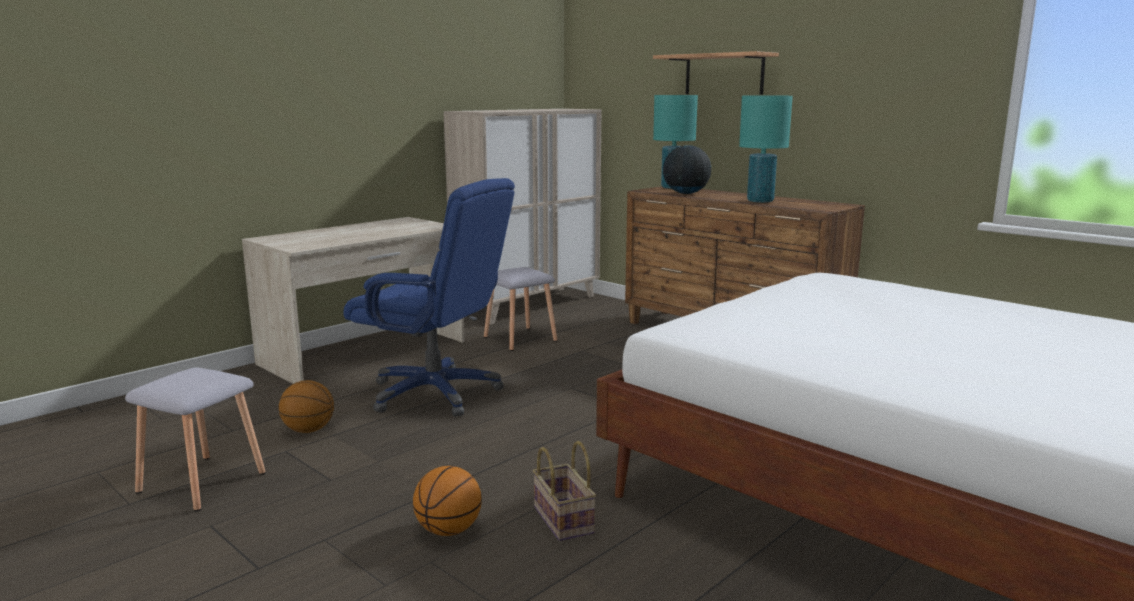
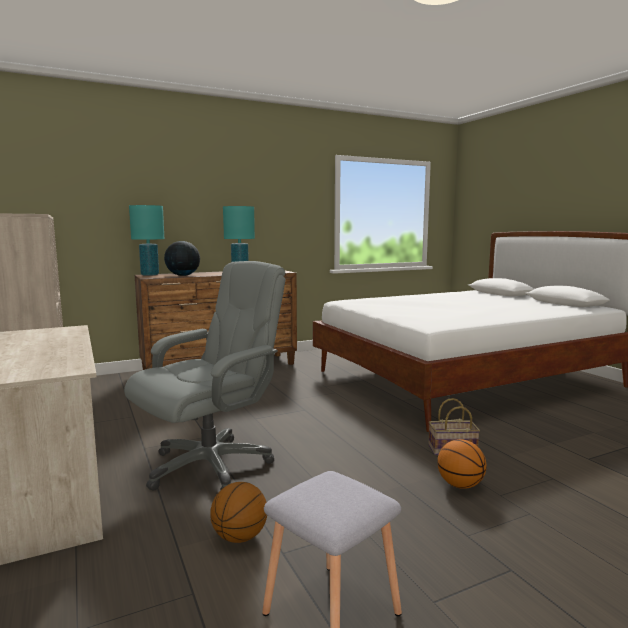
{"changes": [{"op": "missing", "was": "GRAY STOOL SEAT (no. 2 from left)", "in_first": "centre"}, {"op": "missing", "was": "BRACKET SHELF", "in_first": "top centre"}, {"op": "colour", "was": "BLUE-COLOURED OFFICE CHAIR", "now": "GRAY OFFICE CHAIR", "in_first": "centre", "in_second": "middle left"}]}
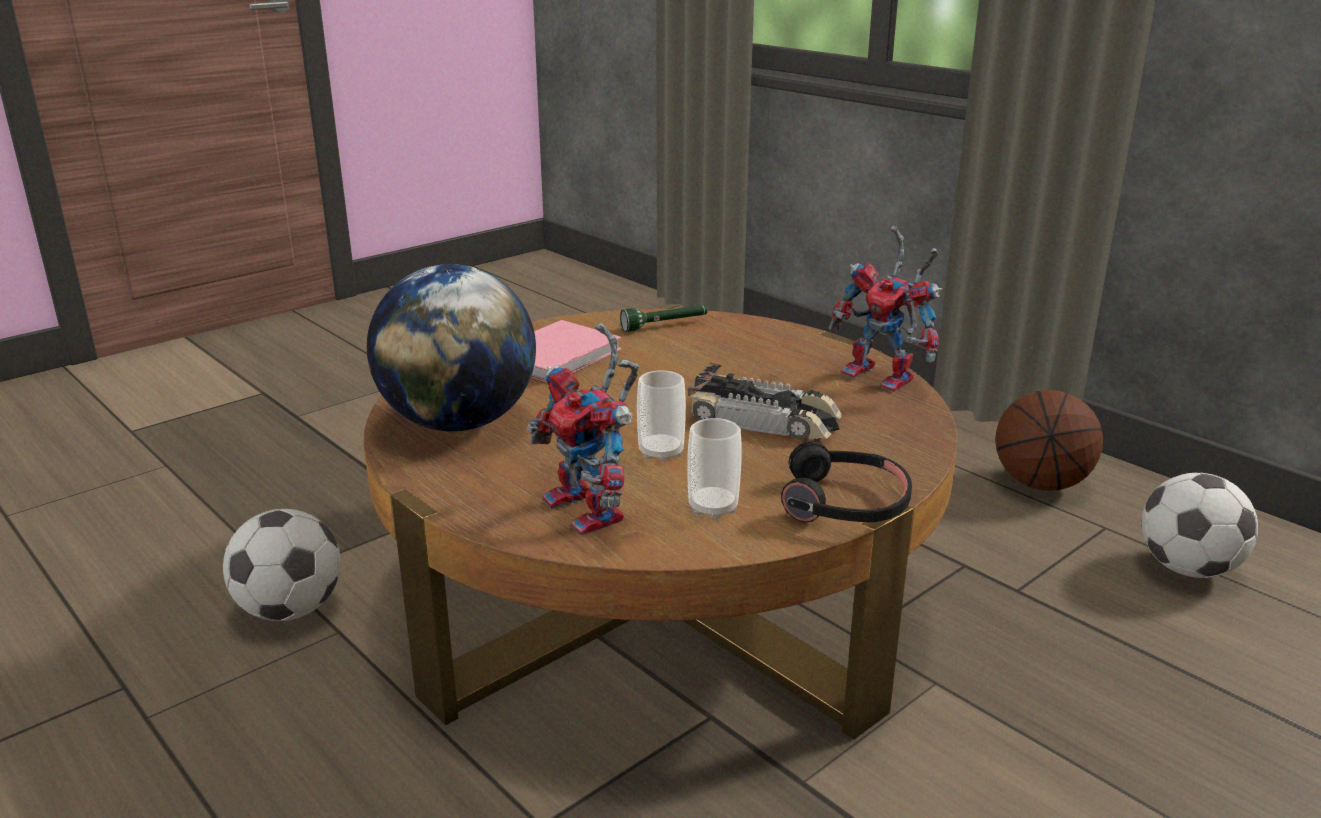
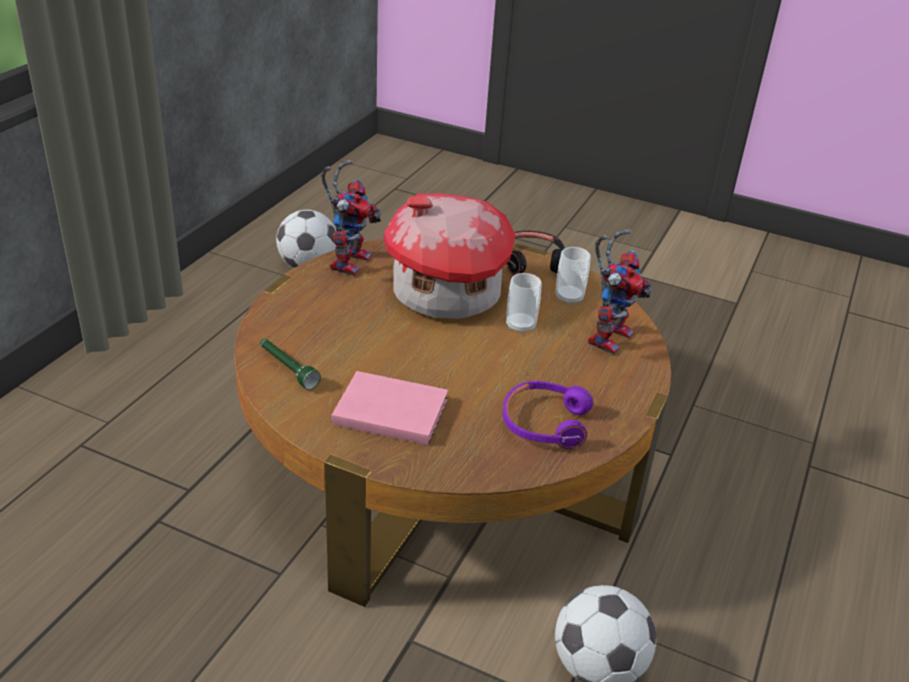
{"changes": [{"op": "missing", "was": "BASKETBALL BALL", "in_first": "middle right"}, {"op": "exchanged", "was": "GLOBE", "now": "PURPLISH PAIR OF HEADPHONES", "in_first": "centre", "in_second": "centre"}, {"op": "exchanged", "was": "TOY CAR", "now": "TOY HOUSE", "in_first": "centre", "in_second": "centre"}]}
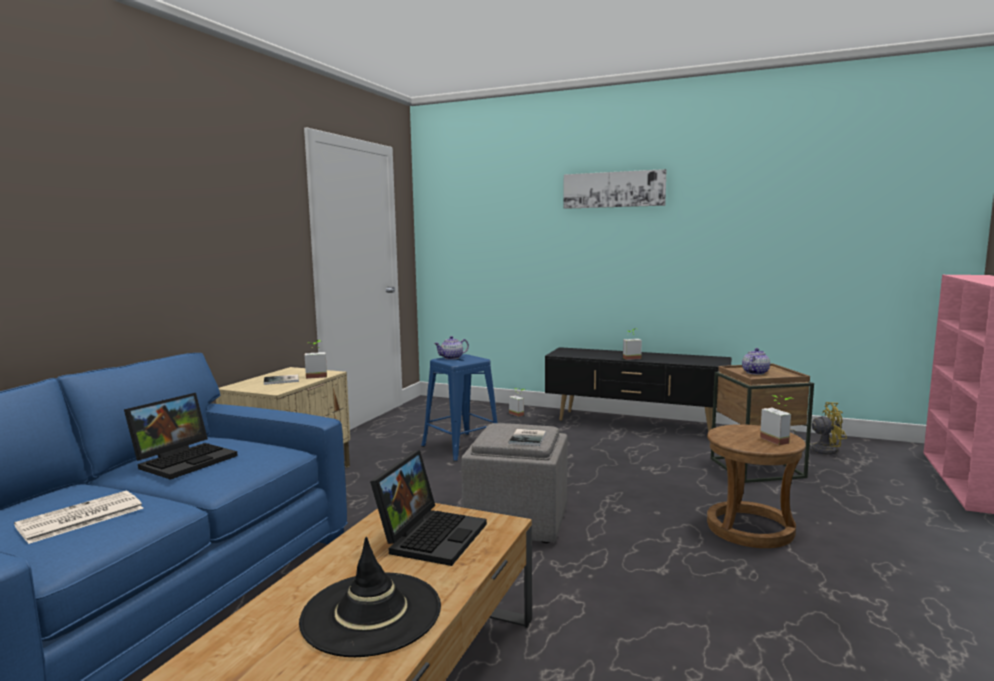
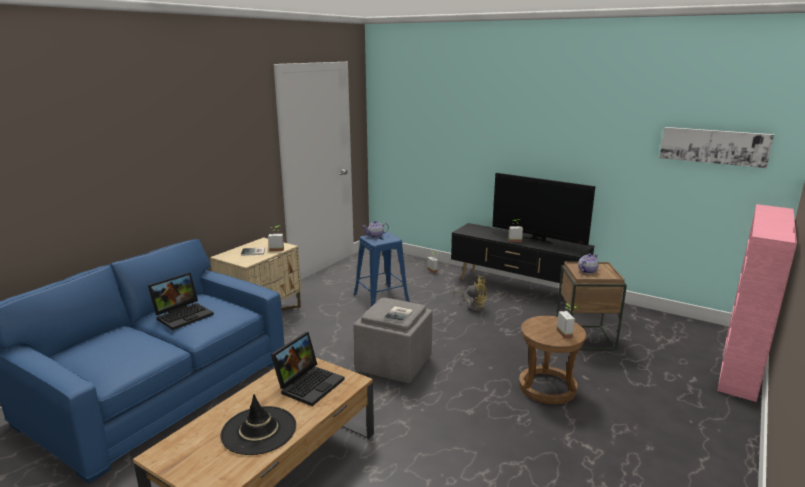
{"changes": [{"op": "missing", "was": "PRINTED PAPER", "in_first": "bottom left"}, {"op": "appeared", "now": "TELEVISION", "in_second": "middle right"}, {"op": "relocated", "was": "PICTURE", "in_first": "top centre", "in_second": "top right"}, {"op": "relocated", "was": "YELLOW-COLOURED FAN", "in_first": "middle right", "in_second": "centre"}]}
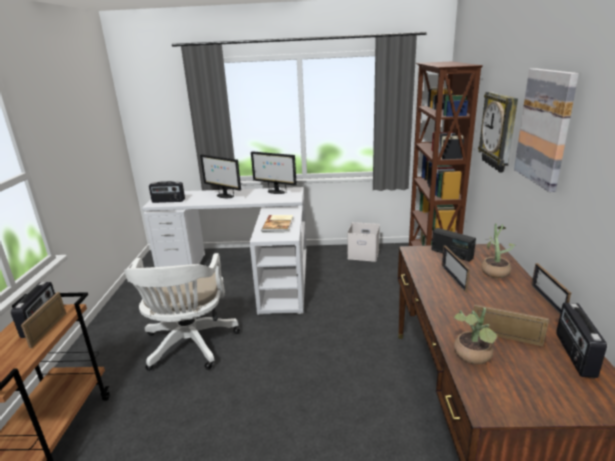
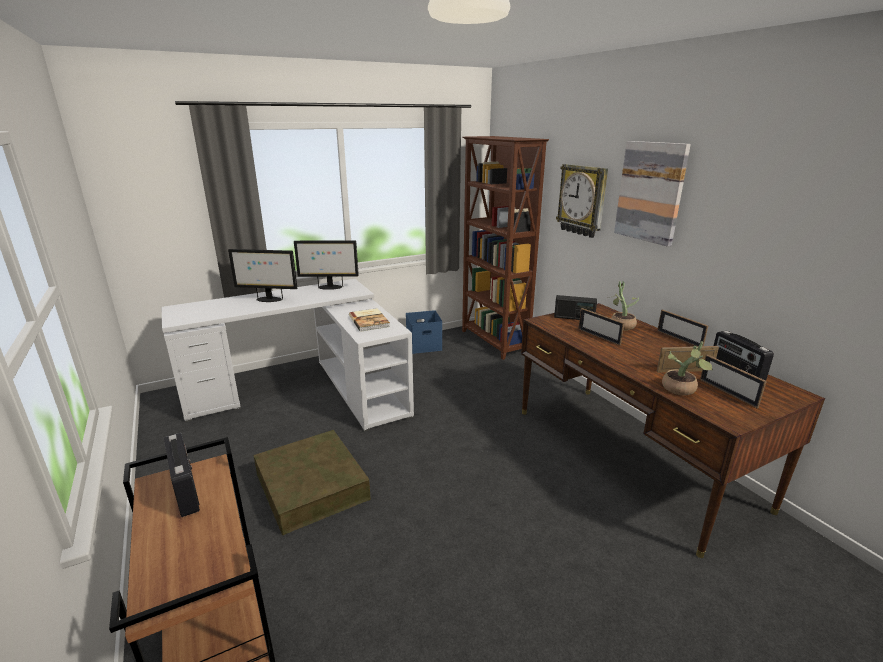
{"changes": [{"op": "missing", "was": "RADIO RECEIVER (no. 2 from left)", "in_first": "middle left"}, {"op": "relocated", "was": "PICTURE FRAME (no. 1 from left in the first image)", "now": "PICTURE FRAME (no. 4 from left)", "in_first": "bottom left", "in_second": "middle right"}, {"op": "exchanged", "was": "WHITISH OFFICE CHAIR", "now": "BROWN-COLOURED STORAGE CONTAINER", "in_first": "bottom left", "in_second": "bottom centre"}, {"op": "colour", "was": "WHITISH STORAGE CONTAINER", "now": "BLUE-COLOURED STORAGE CONTAINER", "in_first": "centre", "in_second": "centre"}]}
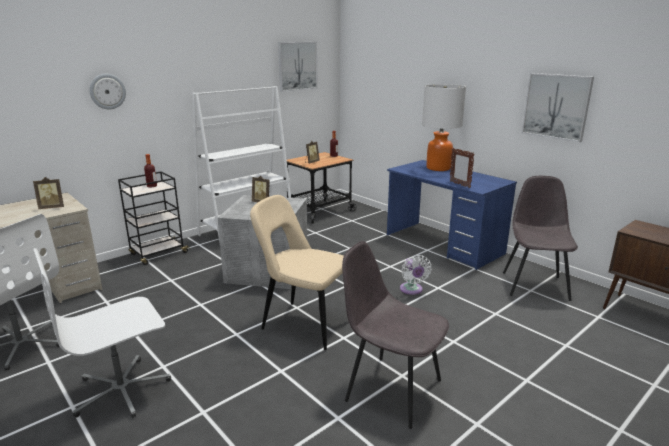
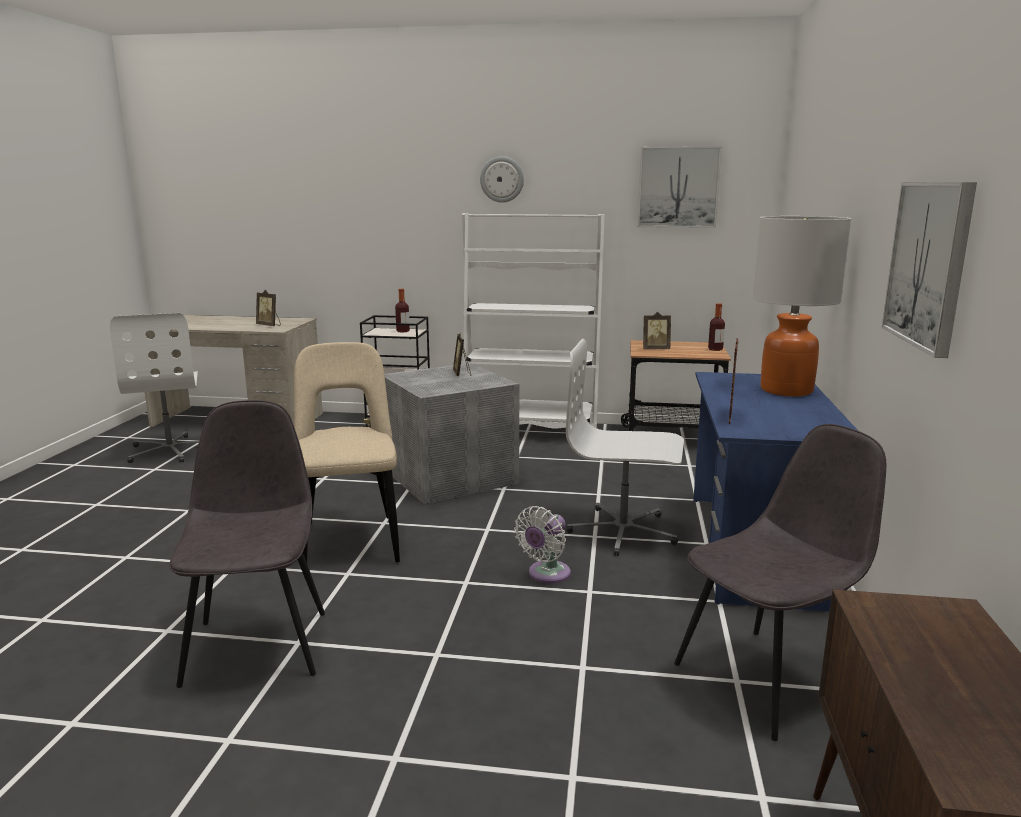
{"changes": [{"op": "relocated", "was": "WHITISH OFFICE CHAIR (no. 2 from left)", "in_first": "bottom left", "in_second": "centre"}, {"op": "relocated", "was": "WALL CLOCK", "in_first": "top left", "in_second": "top centre"}]}
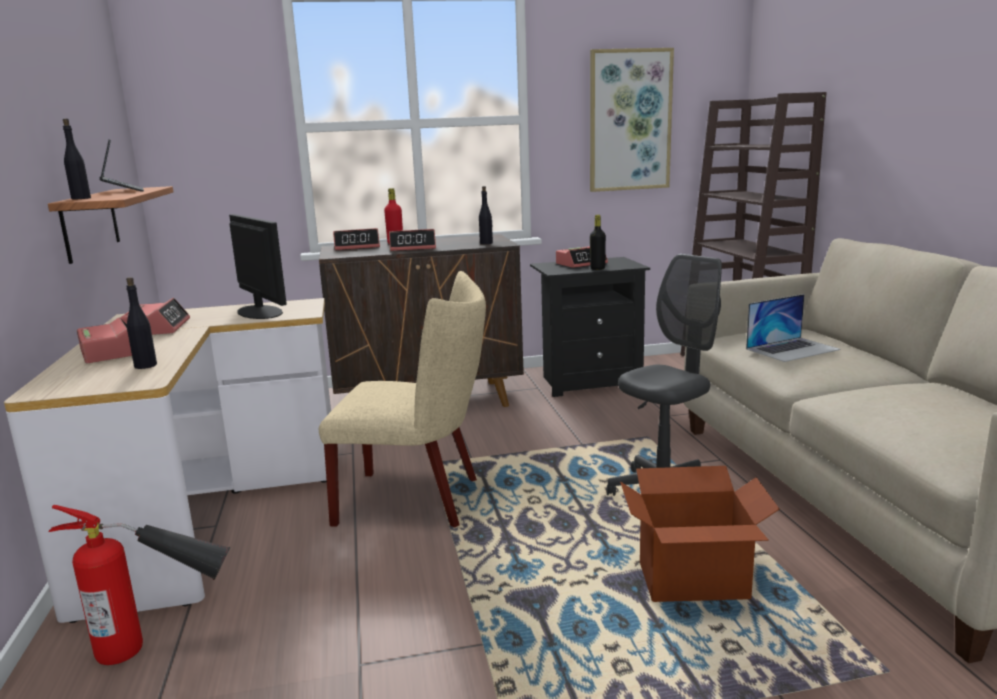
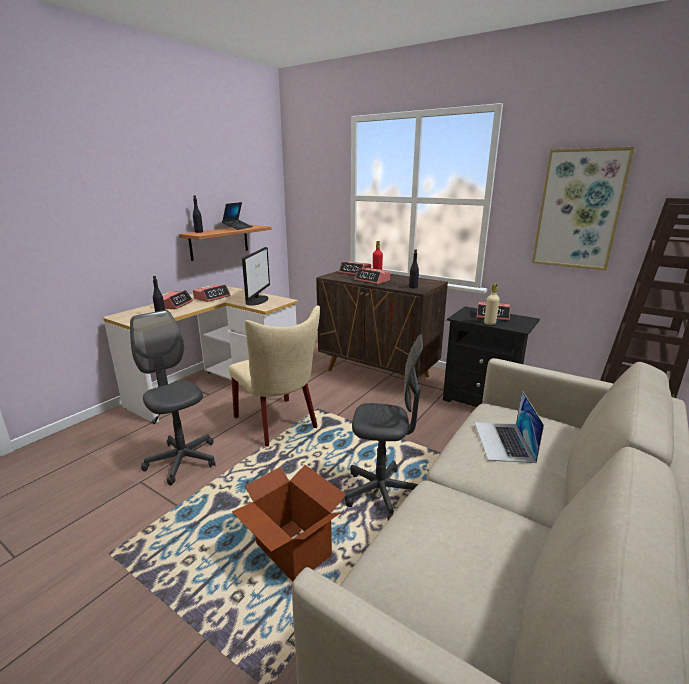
{"changes": [{"op": "missing", "was": "FIRE EXTINGUISHER", "in_first": "bottom left"}, {"op": "appeared", "now": "GRAY OFFICE CHAIR (no. 1 from left)", "in_second": "middle left"}, {"op": "colour", "was": "BLACK BEVERAGE BOTTLE (no. 4 from left)", "now": "SAND-COLOURED BEVERAGE BOTTLE", "in_first": "centre", "in_second": "middle right"}, {"op": "spun", "was": "NOTEBOOK COMPUTER (no. 2 from left)", "in_first": "middle right", "in_second": "middle right", "clockwise": 75}]}
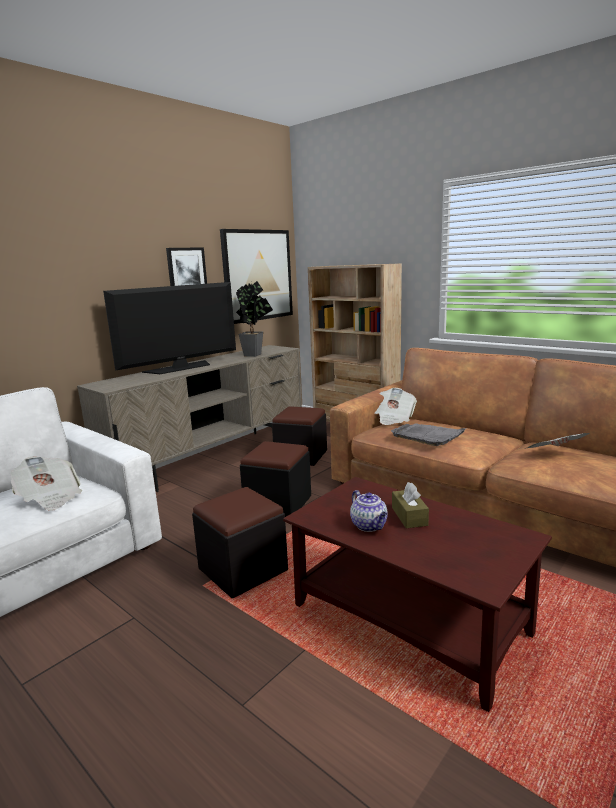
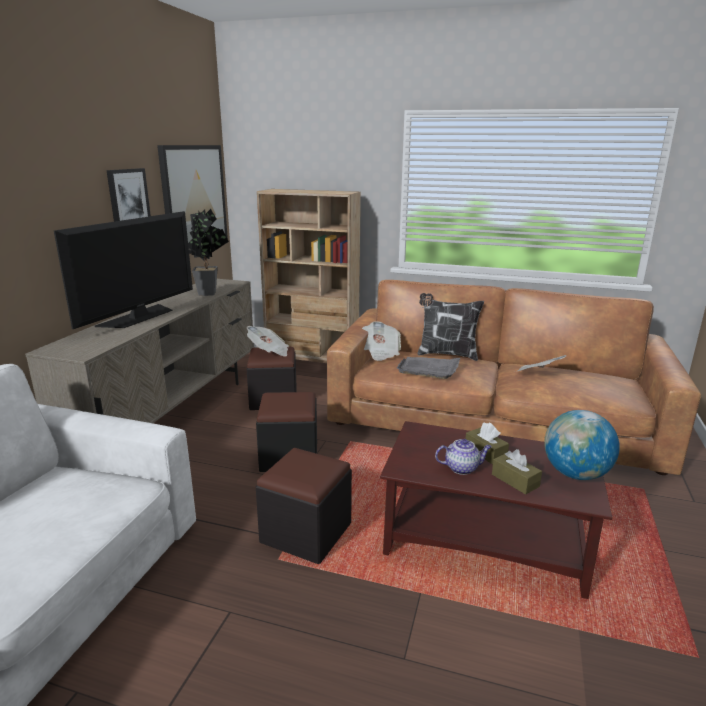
{"changes": [{"op": "appeared", "now": "CUSHION", "in_second": "centre"}, {"op": "appeared", "now": "BROWN-COLOURED TISSUE HOLDER (no. 2 from left)", "in_second": "bottom right"}, {"op": "appeared", "now": "GLOBE", "in_second": "middle right"}, {"op": "relocated", "was": "PRINTED PAPER (no. 1 from left)", "in_first": "middle left", "in_second": "centre"}, {"op": "spun", "was": "POT FOR TEA", "in_first": "centre", "in_second": "centre", "clockwise": -45}]}
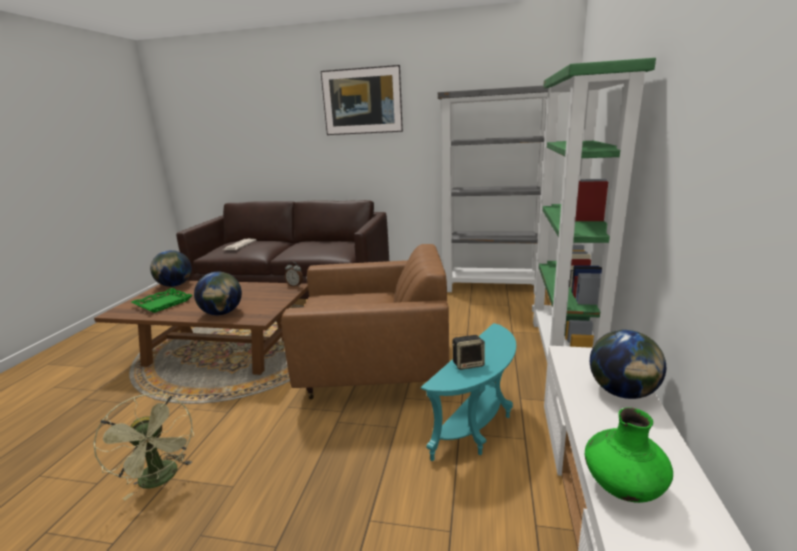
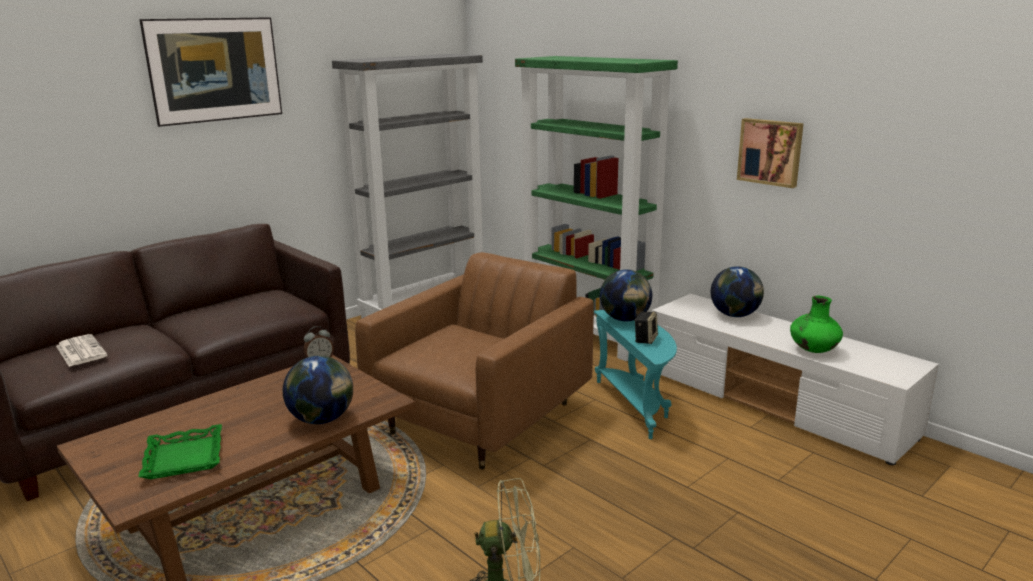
{"changes": [{"op": "appeared", "now": "PICTURE (no. 2 from left)", "in_second": "top right"}, {"op": "relocated", "was": "GLOBE (no. 1 from left in the first image)", "now": "GLOBE (no. 2 from left)", "in_first": "middle left", "in_second": "centre"}]}
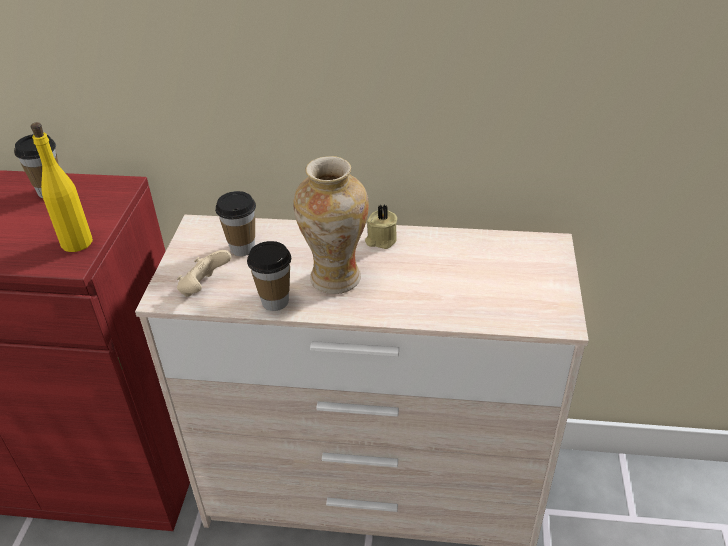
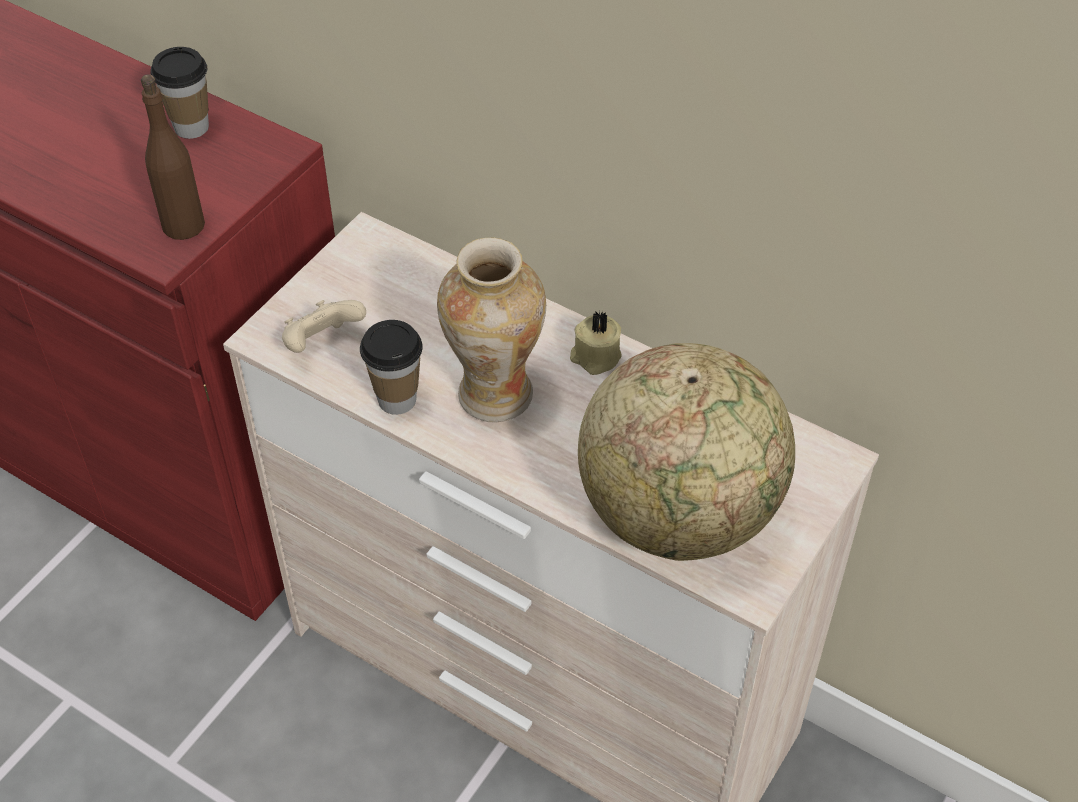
{"changes": [{"op": "missing", "was": "CUP (no. 2 from left)", "in_first": "middle left"}, {"op": "appeared", "now": "GLOBE", "in_second": "centre"}, {"op": "colour", "was": "YELLOW-COLOURED BEVERAGE BOTTLE", "now": "BROWN-COLOURED BEVERAGE BOTTLE", "in_first": "middle left", "in_second": "top left"}]}
